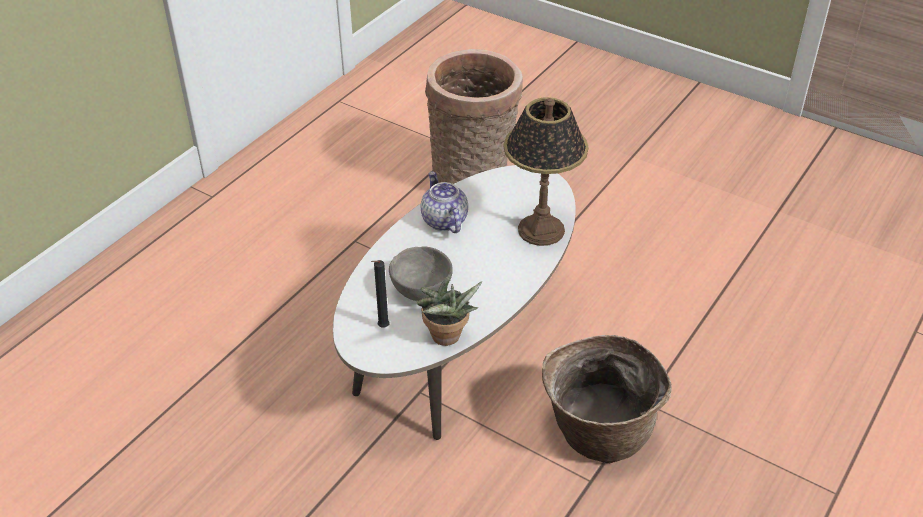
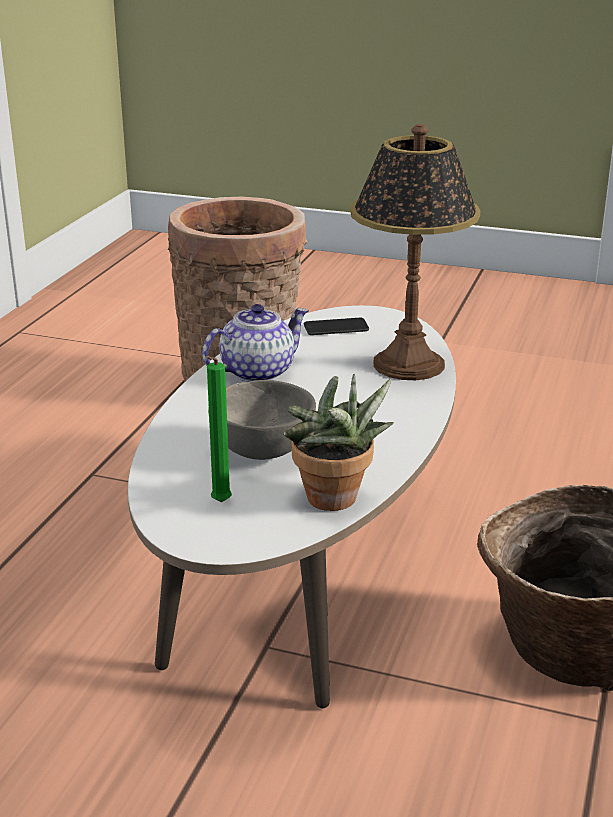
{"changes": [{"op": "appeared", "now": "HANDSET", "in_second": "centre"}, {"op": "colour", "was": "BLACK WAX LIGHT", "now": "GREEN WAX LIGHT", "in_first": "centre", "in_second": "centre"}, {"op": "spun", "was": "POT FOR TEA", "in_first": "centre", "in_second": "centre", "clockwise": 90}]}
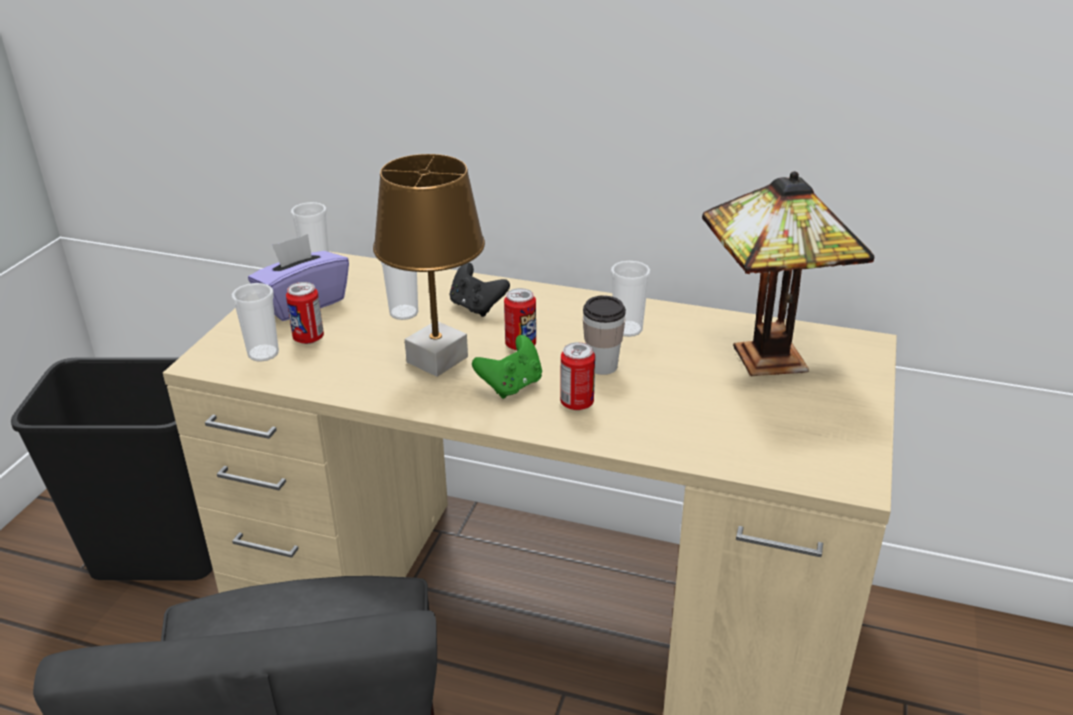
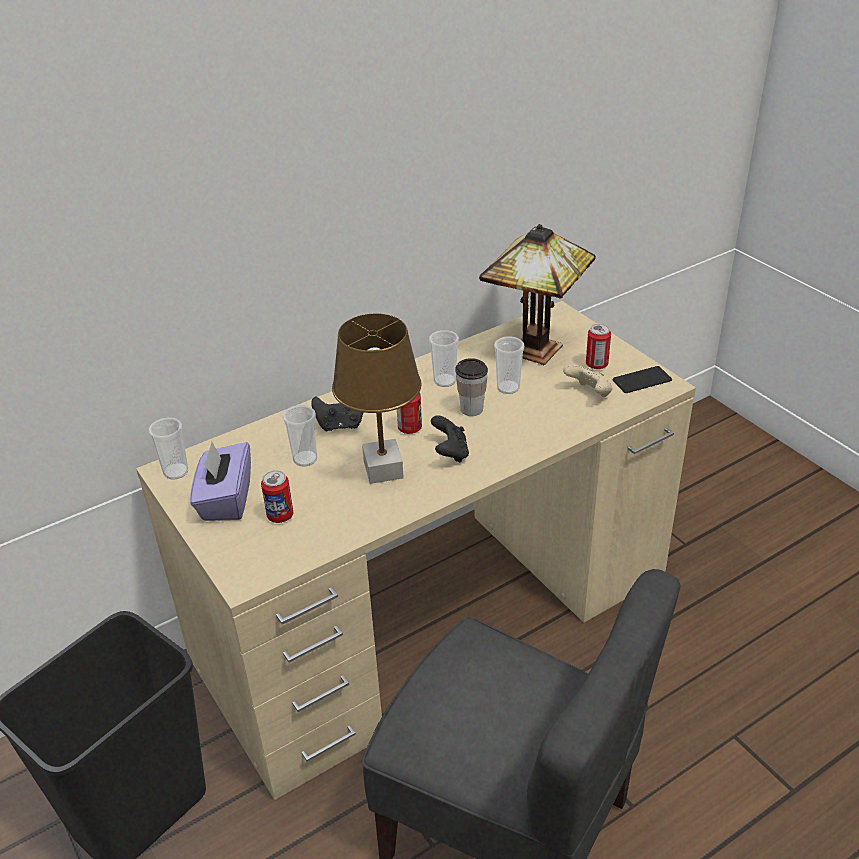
{"changes": [{"op": "appeared", "now": "SAND-COLOURED GAMEPAD", "in_second": "middle right"}, {"op": "appeared", "now": "HANDSET", "in_second": "middle right"}, {"op": "relocated", "was": "CUP (no. 1 from left in the first image)", "now": "CUP (no. 5 from left)", "in_first": "middle left", "in_second": "centre"}, {"op": "relocated", "was": "CAN (no. 3 from left)", "in_first": "centre", "in_second": "middle right"}, {"op": "colour", "was": "GREEN GAMEPAD", "now": "BLACK GAMEPAD (no. 2 from left)", "in_first": "centre", "in_second": "centre"}]}
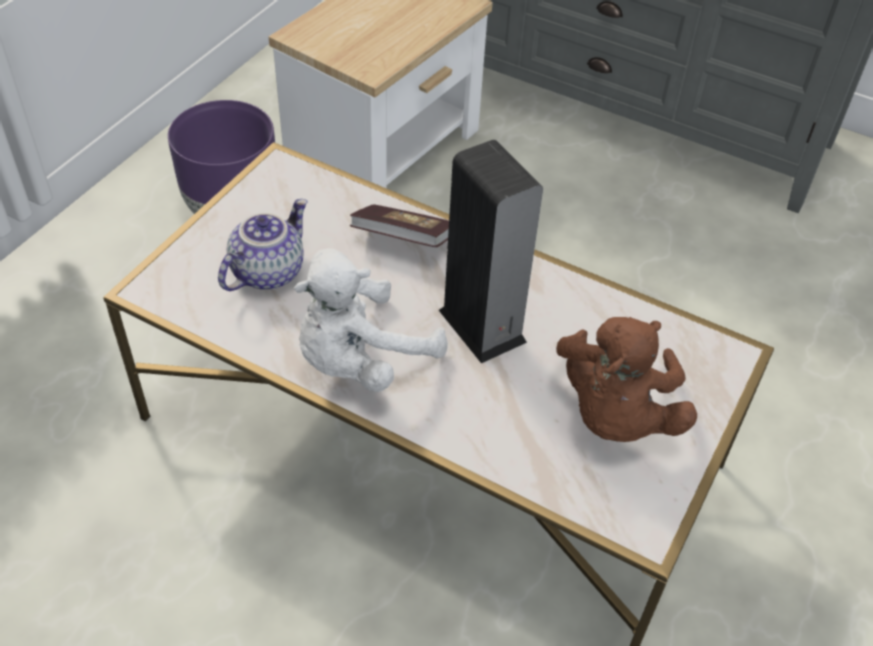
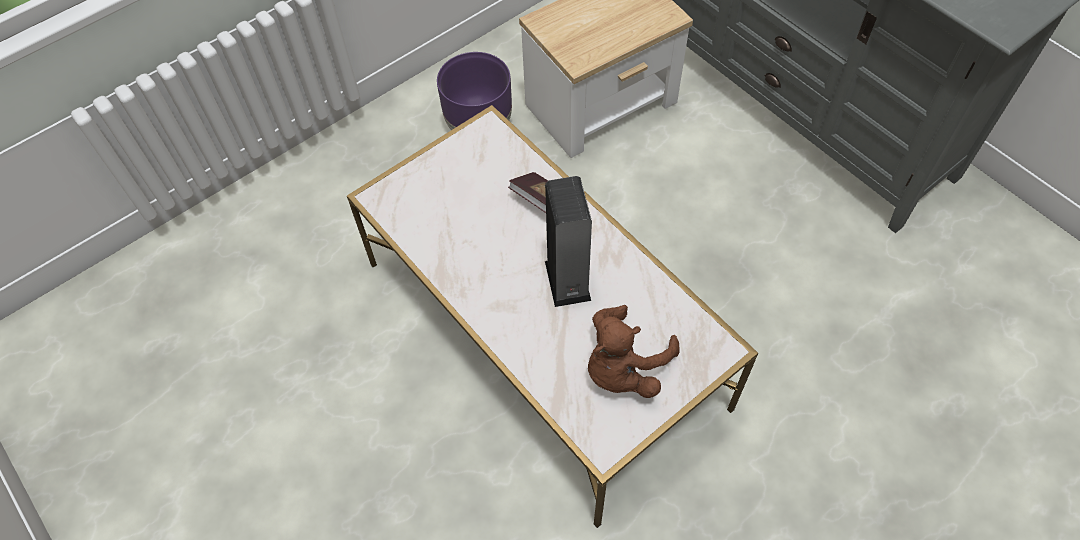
{"changes": [{"op": "missing", "was": "POT FOR TEA", "in_first": "middle left"}, {"op": "missing", "was": "WHITISH SOFT TOY", "in_first": "centre"}]}
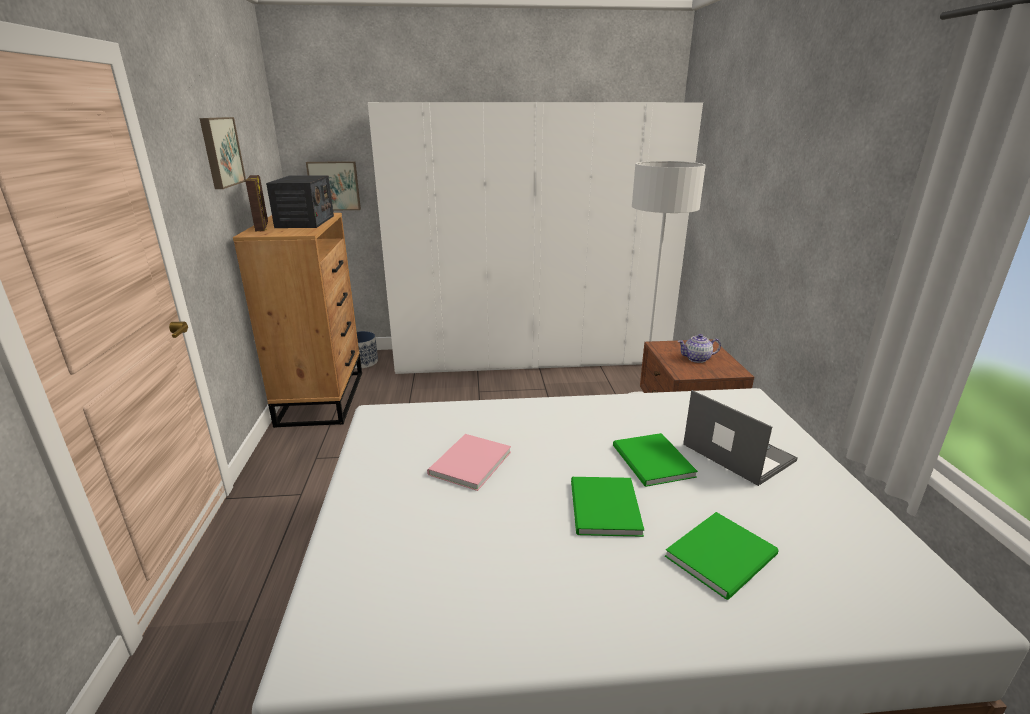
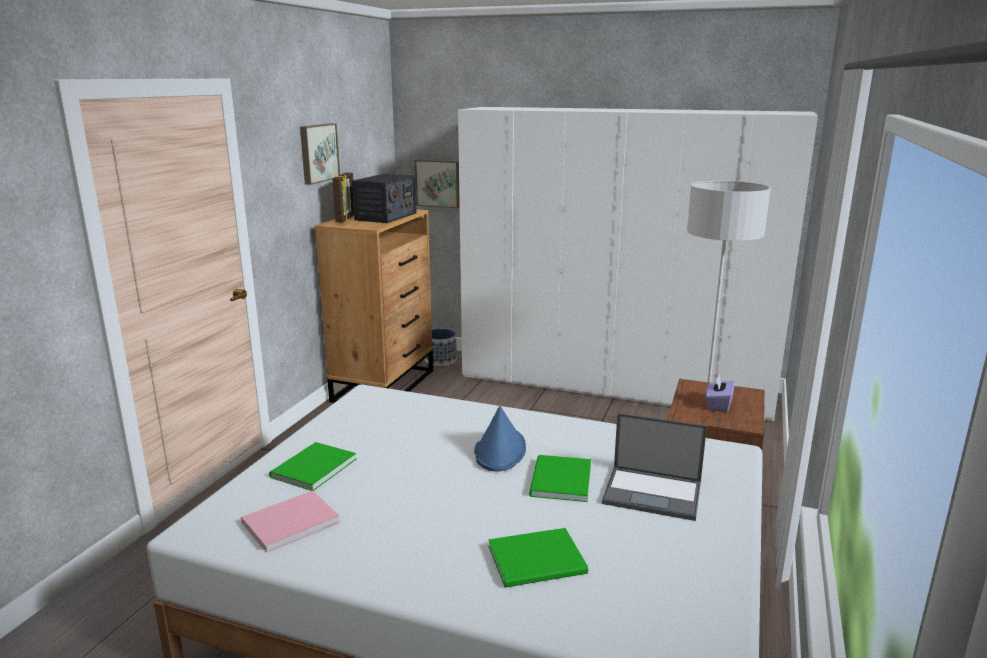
{"changes": [{"op": "appeared", "now": "BLUE-COLOURED WEARABLE HAT", "in_second": "bottom centre"}, {"op": "relocated", "was": "PINK BOUND BOOK", "in_first": "centre", "in_second": "bottom left"}, {"op": "relocated", "was": "GREEN BOUND BOOK (no. 1 from left)", "in_first": "bottom centre", "in_second": "bottom left"}, {"op": "exchanged", "was": "POT FOR TEA", "now": "PURPLISH TISSUE HOLDER", "in_first": "middle right", "in_second": "middle right"}, {"op": "spun", "was": "NOTEBOOK COMPUTER", "in_first": "middle right", "in_second": "bottom centre", "clockwise": 120}]}
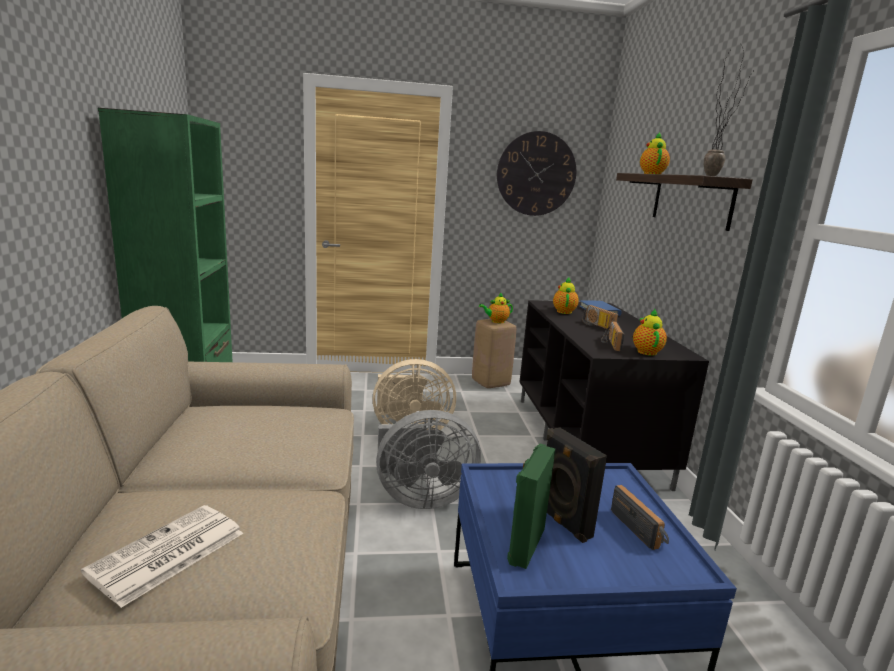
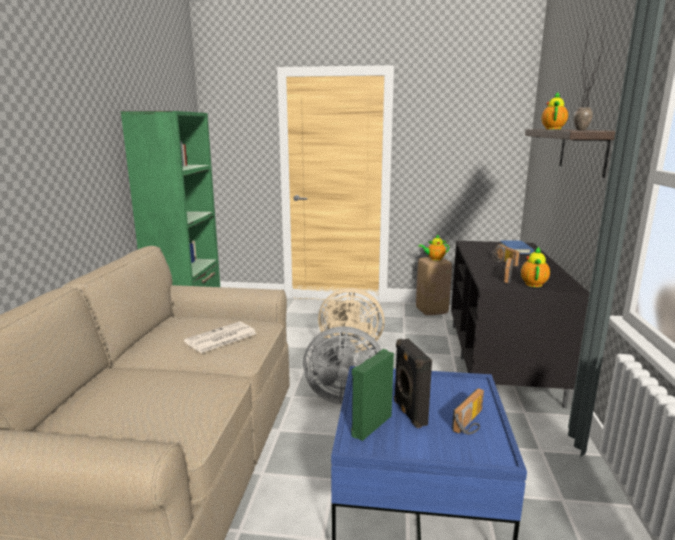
{"changes": [{"op": "missing", "was": "WALL CLOCK", "in_first": "top centre"}, {"op": "missing", "was": "POT FOR TEA (no. 2 from left)", "in_first": "centre"}, {"op": "relocated", "was": "PRINTED PAPER", "in_first": "bottom left", "in_second": "middle left"}, {"op": "spun", "was": "RADIO RECEIVER (no. 3 from left in the first image)", "in_first": "bottom right", "in_second": "bottom right", "clockwise": 45}]}
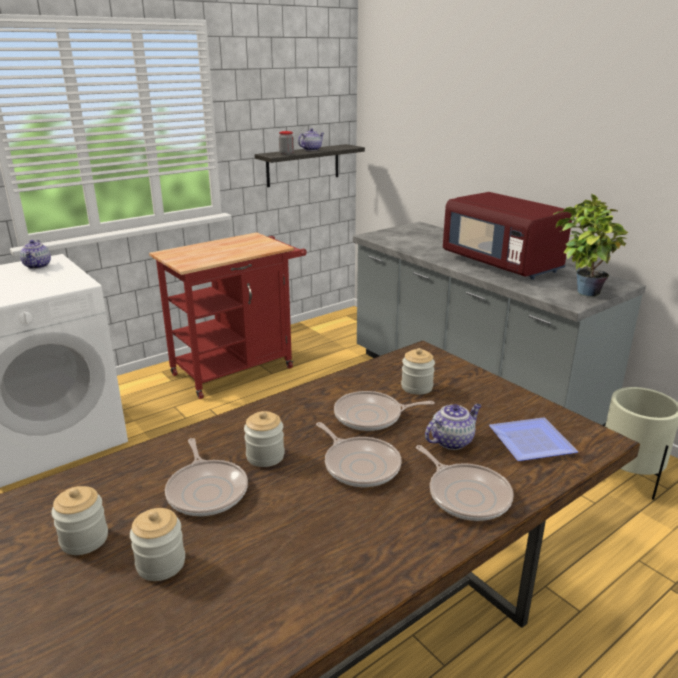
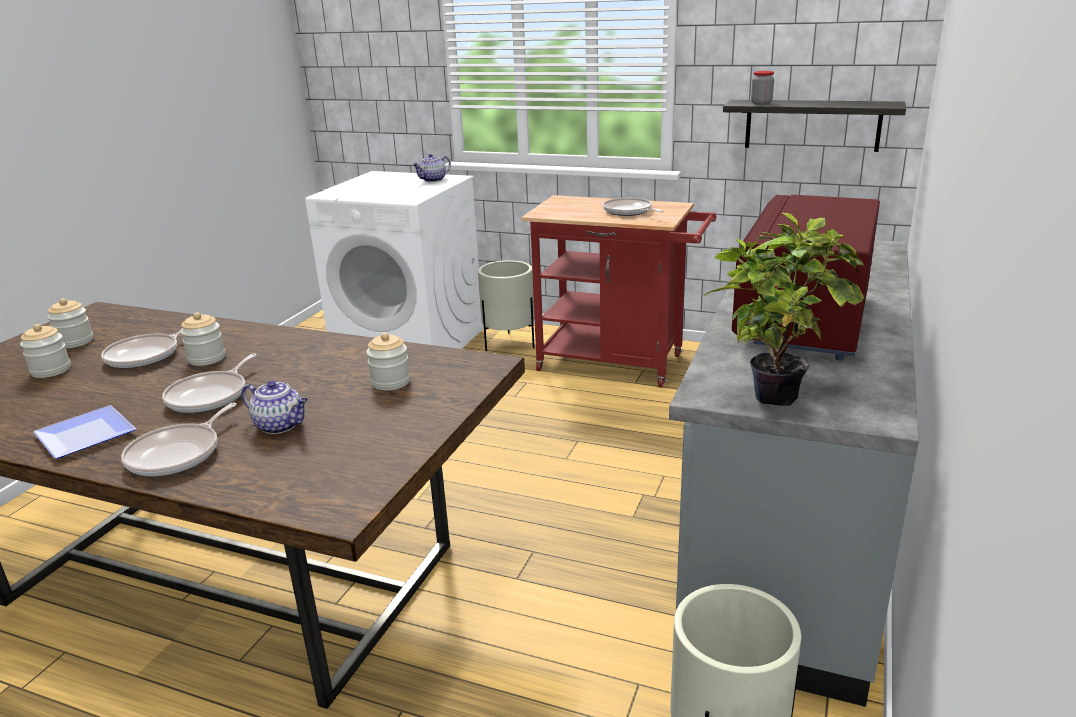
{"changes": [{"op": "missing", "was": "POT FOR TEA (no. 2 from left)", "in_first": "top centre"}, {"op": "appeared", "now": "SAND-COLOURED FLOWER POT (no. 1 from left)", "in_second": "centre"}, {"op": "relocated", "was": "SKILLET (no. 3 from left in the first image)", "now": "SKILLET (no. 4 from left)", "in_first": "centre", "in_second": "top centre"}, {"op": "relocated", "was": "FLAT DISH", "in_first": "middle right", "in_second": "middle left"}]}
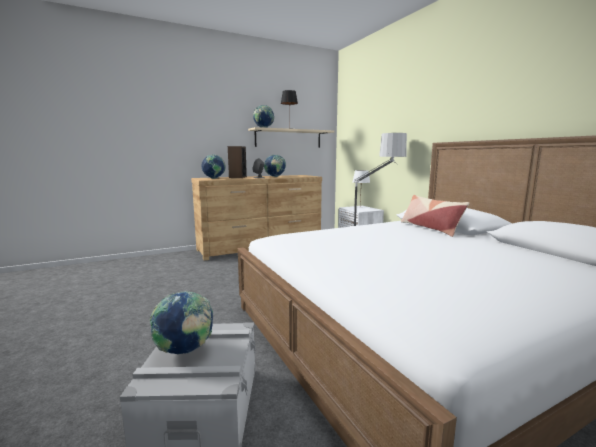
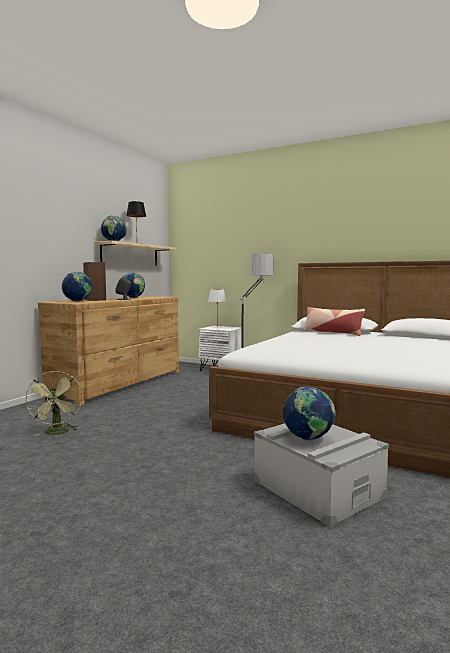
{"changes": [{"op": "appeared", "now": "GREEN FAN", "in_second": "middle left"}]}
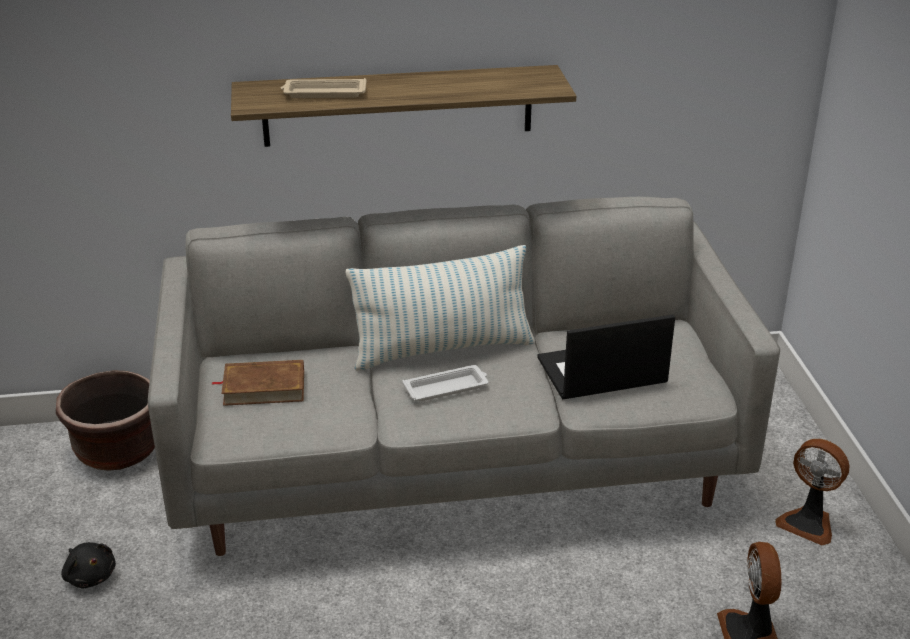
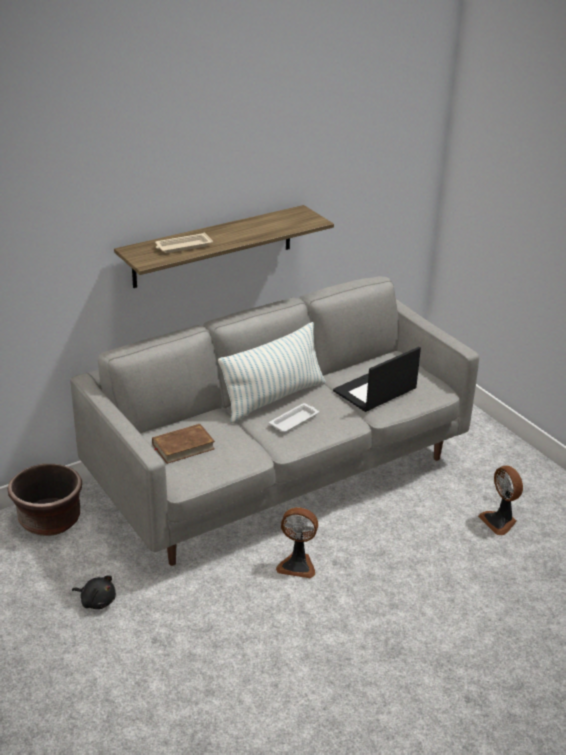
{"changes": [{"op": "relocated", "was": "FAN (no. 2 from left in the first image)", "now": "FAN (no. 1 from left)", "in_first": "bottom right", "in_second": "bottom centre"}]}
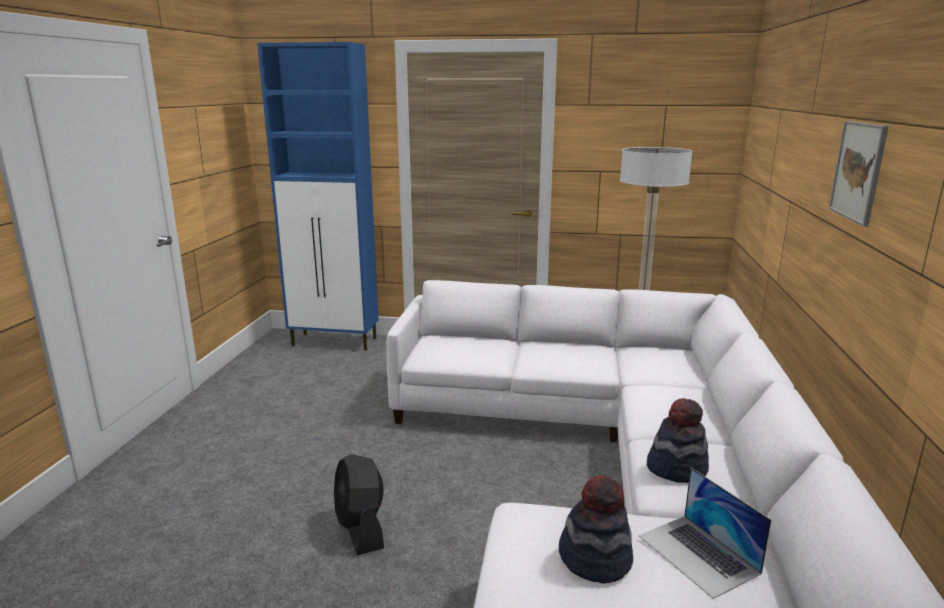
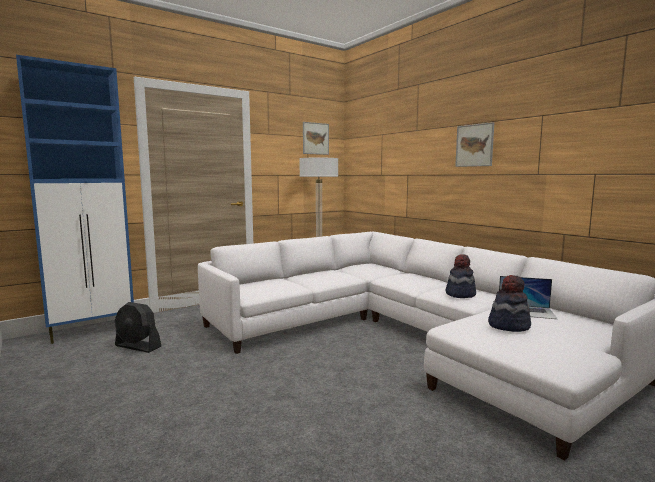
{"changes": [{"op": "appeared", "now": "PICTURE (no. 1 from left)", "in_second": "top centre"}, {"op": "relocated", "was": "BLACK FAN", "in_first": "bottom centre", "in_second": "bottom left"}]}
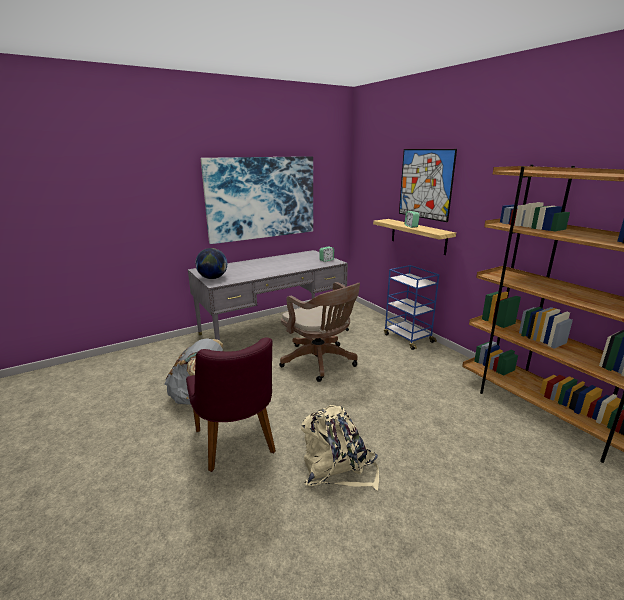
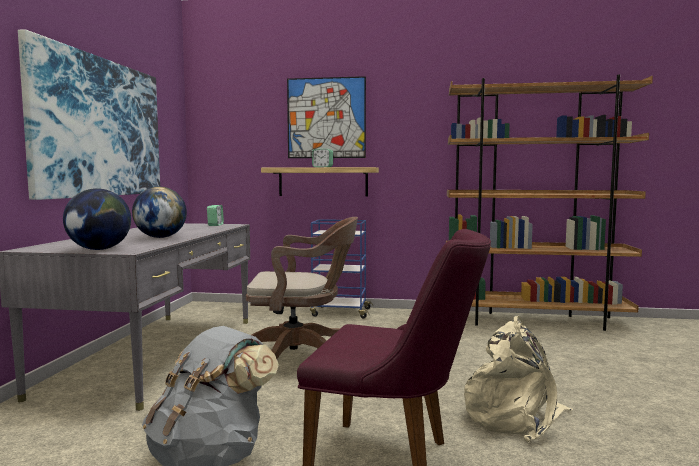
{"changes": [{"op": "appeared", "now": "GLOBE (no. 2 from left)", "in_second": "middle left"}]}
